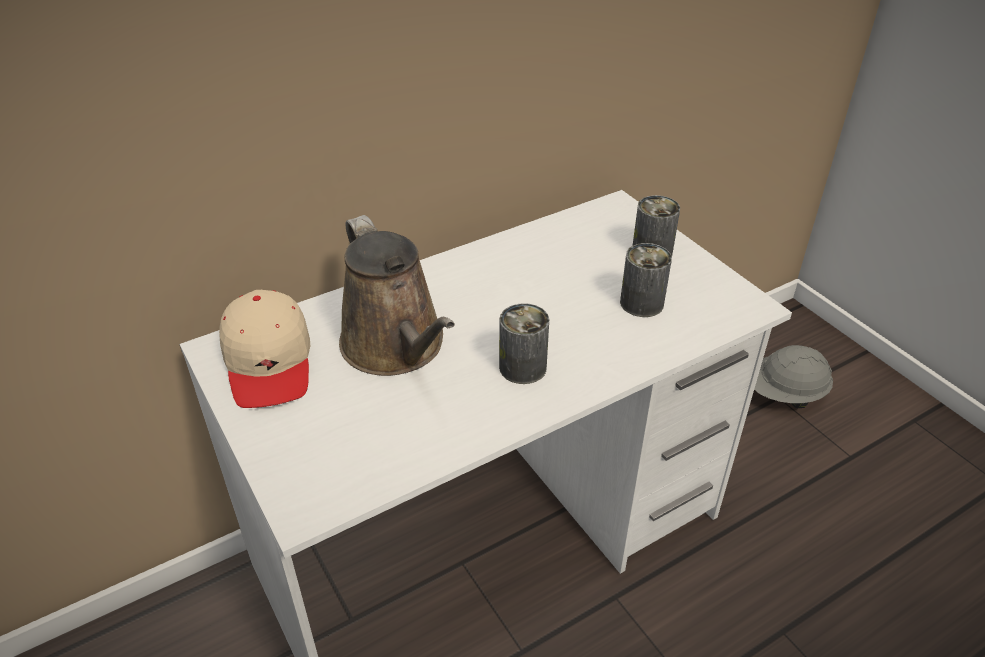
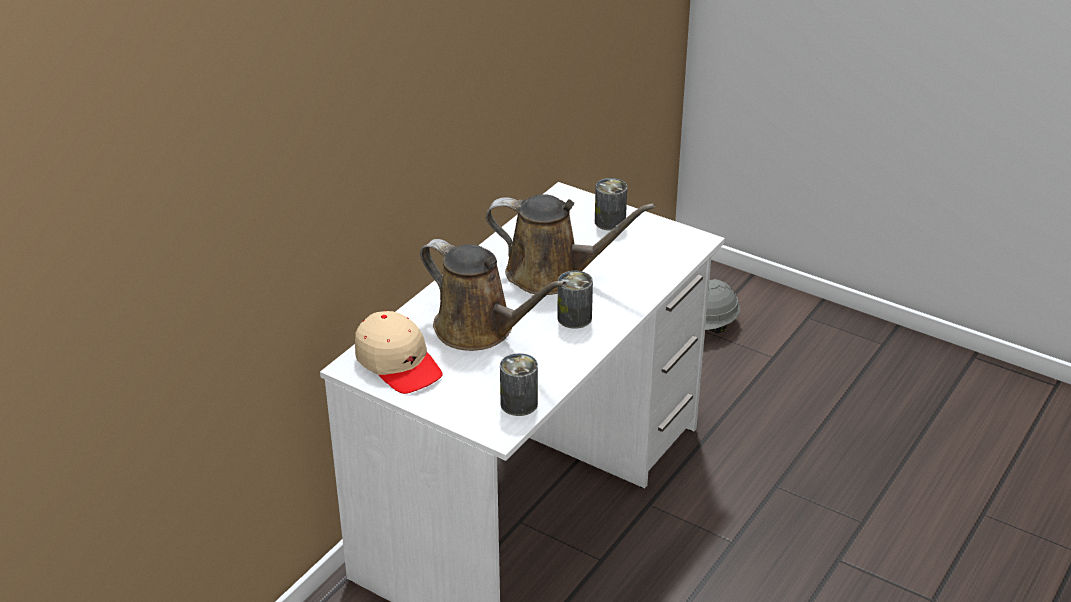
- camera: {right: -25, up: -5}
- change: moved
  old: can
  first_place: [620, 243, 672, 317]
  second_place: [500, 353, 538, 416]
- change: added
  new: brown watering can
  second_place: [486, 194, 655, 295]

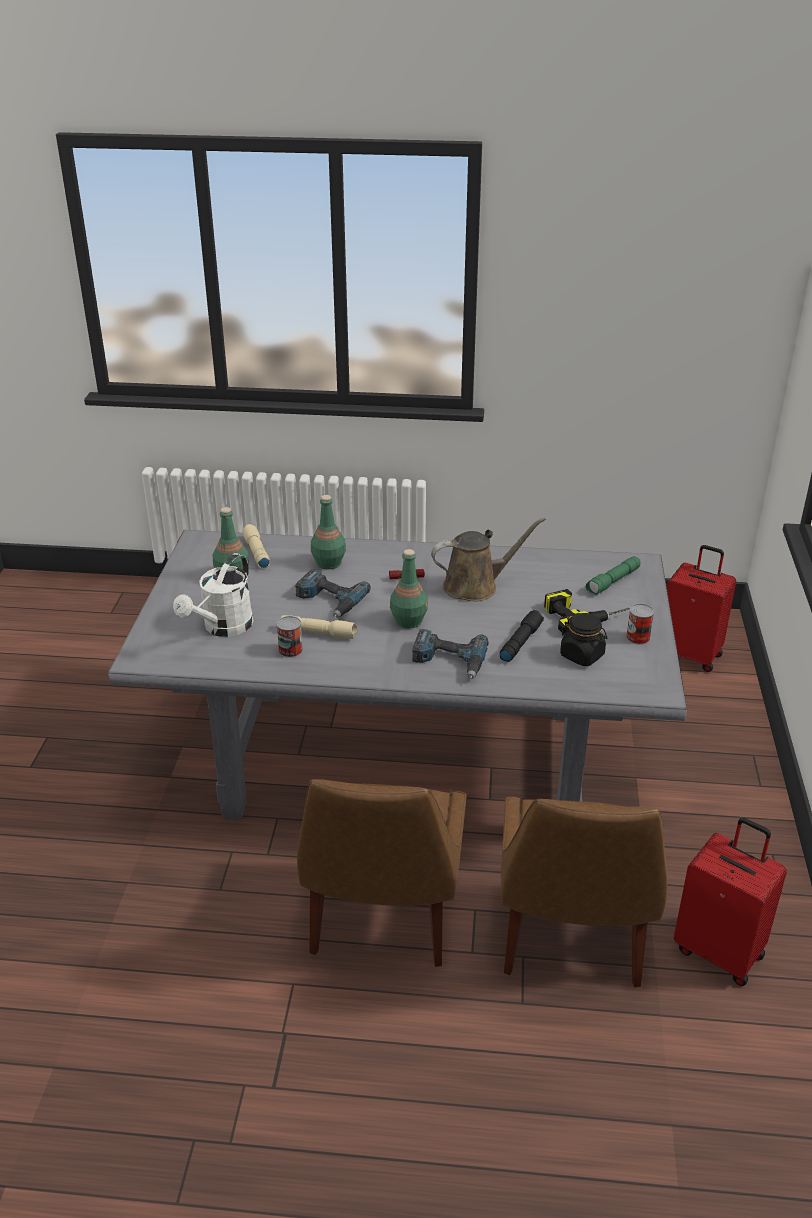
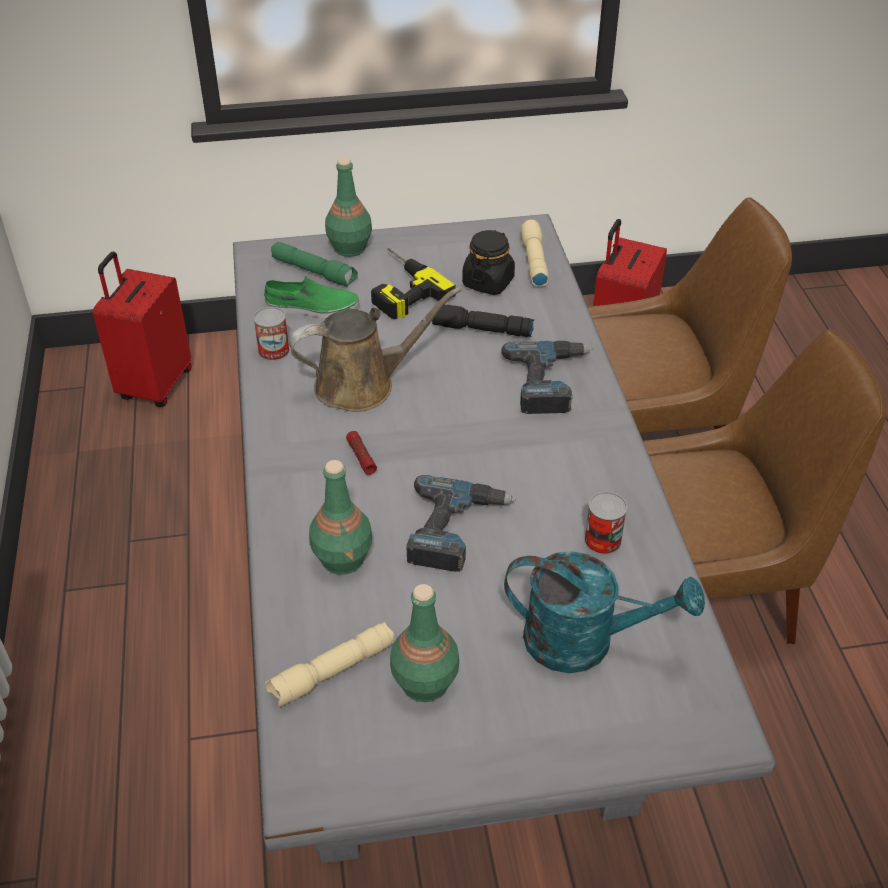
- camera: {right: -105, up: 10}
- change: turned
  old: brown watering can
  first_place: [431, 517, 546, 601]
  second_place: [289, 287, 461, 412]
  degrees: 105
- change: moved
  old: green bottle
  first_place: [390, 549, 428, 628]
  second_place: [325, 157, 372, 257]
- change: recoloured
  old: white watering can
  new: turquoise watering can
  first_place: [173, 553, 254, 637]
  second_place: [504, 551, 705, 673]
- change: moved
  old: can
  first_place: [626, 604, 654, 645]
  second_place: [253, 307, 290, 361]
- change: moved
  old: beige flashlight
  first_place: [281, 615, 357, 639]
  second_place: [521, 220, 549, 286]
- change: added
  new: green shoe
  second_place: [264, 276, 360, 318]

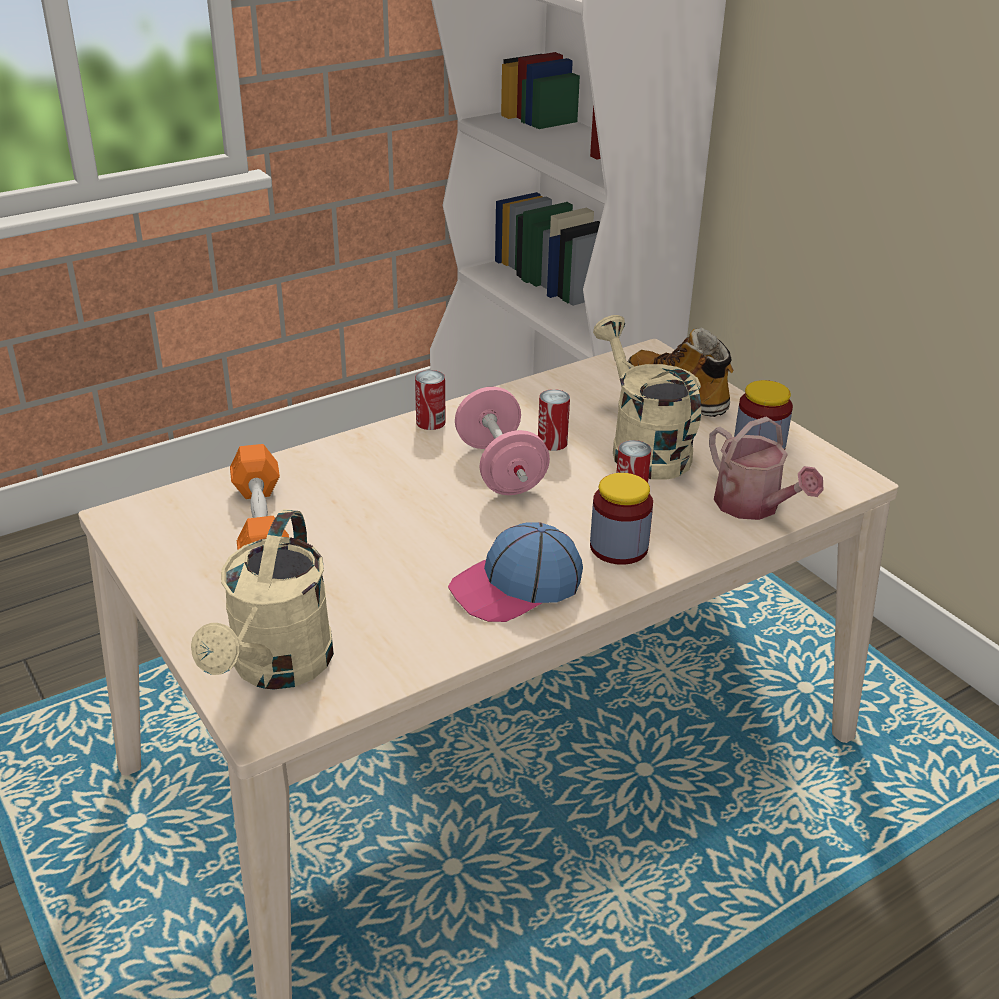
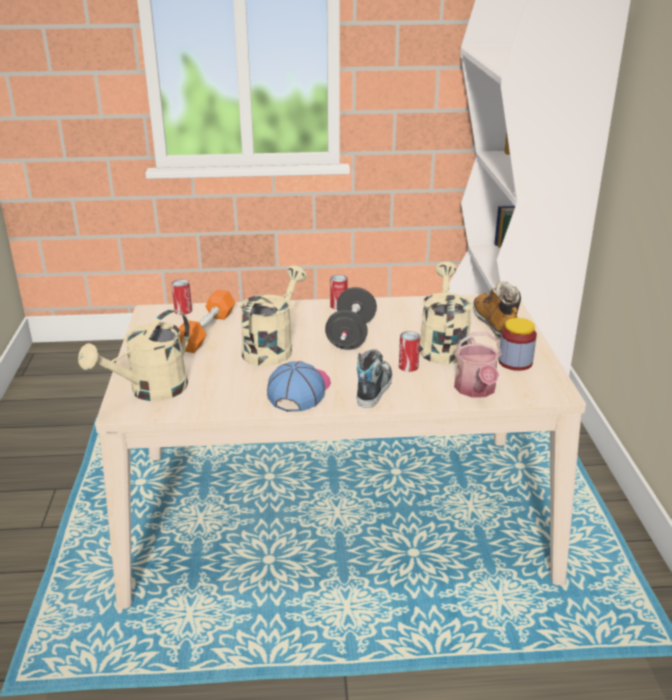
- camera: {right: 30, up: -5}
- change: recoloured
  old: pink dumbbell
  new: black dumbbell
  first_place: [455, 387, 550, 495]
  second_place: [325, 287, 377, 350]
- change: moved
  old: can
  first_place: [538, 389, 570, 451]
  second_place: [171, 279, 192, 315]
- change: replaced
  old: jar
  new: shoe
  first_place: [590, 473, 653, 565]
  second_place: [357, 349, 392, 408]
- change: turned
  old: cap
  first_place: [448, 522, 583, 622]
  second_place: [267, 361, 331, 412]
  degrees: 105
- change: added
  new: beige watering can
  second_place: [240, 265, 307, 366]

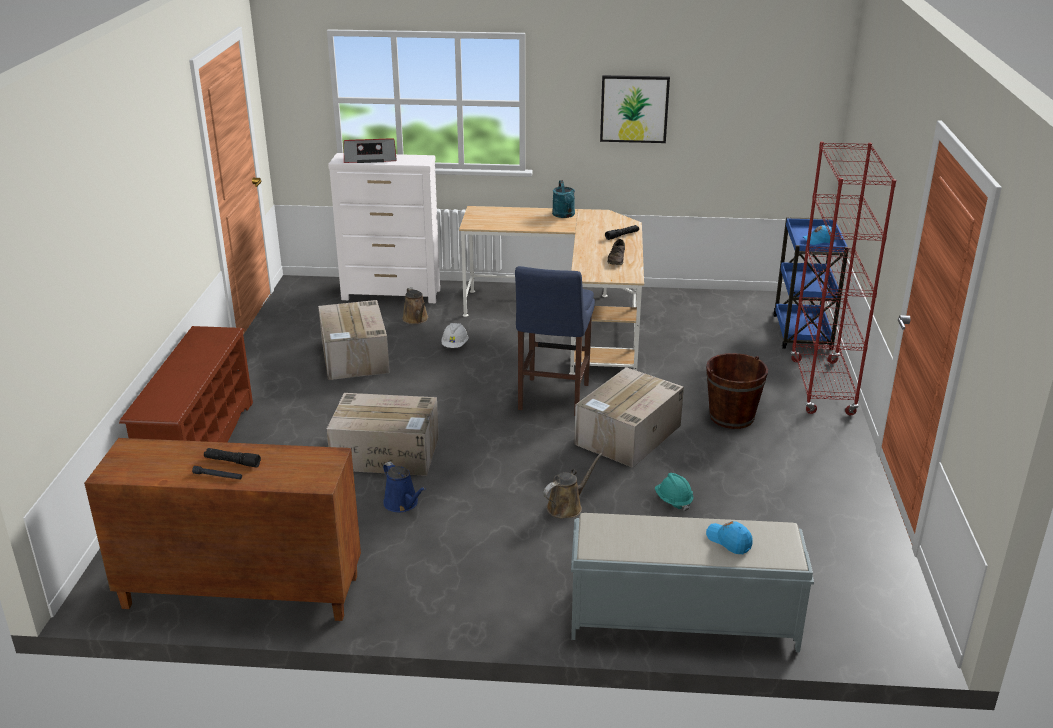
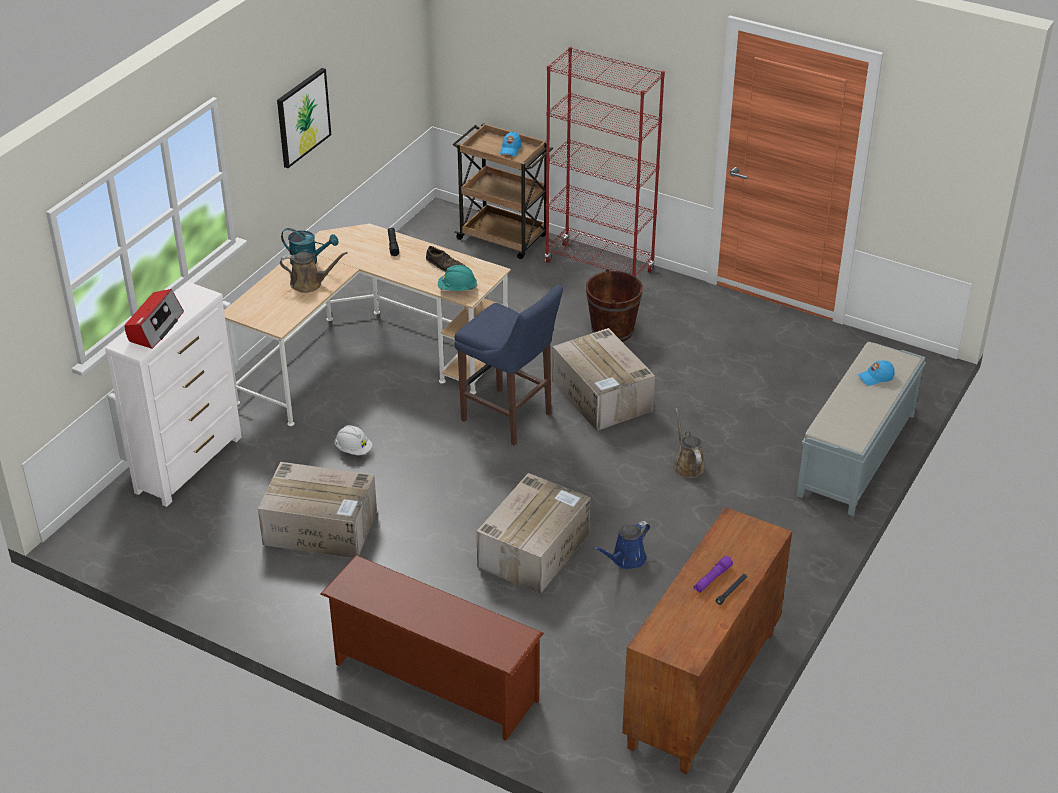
- camera: {right: -65, up: 10}
- change: recoloured
  old: blue cart
  new: brown cart
  first_place: [773, 217, 849, 350]
  second_place: [453, 123, 553, 259]
- change: moved
  old: brown watering can
  first_place: [402, 287, 428, 324]
  second_place: [280, 252, 348, 293]
- change: recoloured
  old: black flashlight
  new: purple flashlight
  first_place: [204, 448, 261, 468]
  second_place: [693, 556, 733, 593]
- change: turned
  old: blue watering can
  first_place: [383, 462, 426, 512]
  second_place: [594, 521, 650, 569]
  degrees: 150
- change: moved
  old: turquoise hard hat
  first_place: [655, 473, 693, 511]
  second_place: [438, 265, 477, 291]

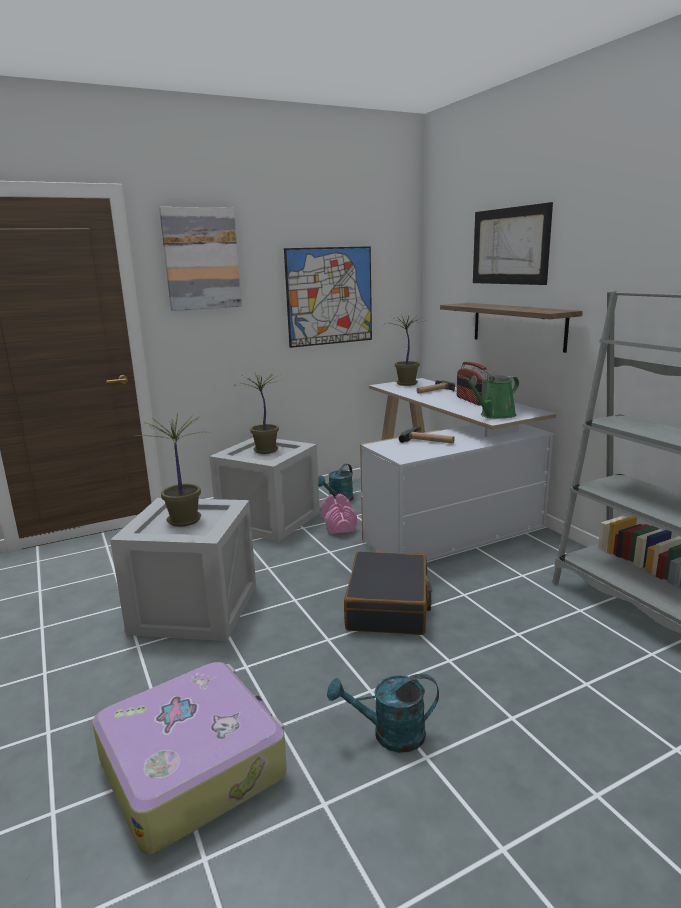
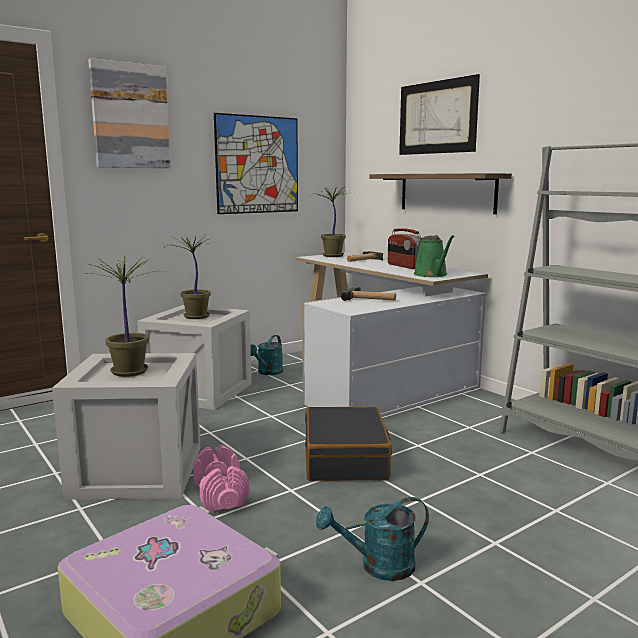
- camera: {right: -10, up: -5}
- change: turned
  old: green watering can
  first_place: [463, 375, 519, 419]
  second_place: [414, 235, 454, 277]
  degrees: -60
- change: moved
  old: pink dumbbell
  first_place: [321, 494, 357, 534]
  second_place: [193, 445, 249, 512]

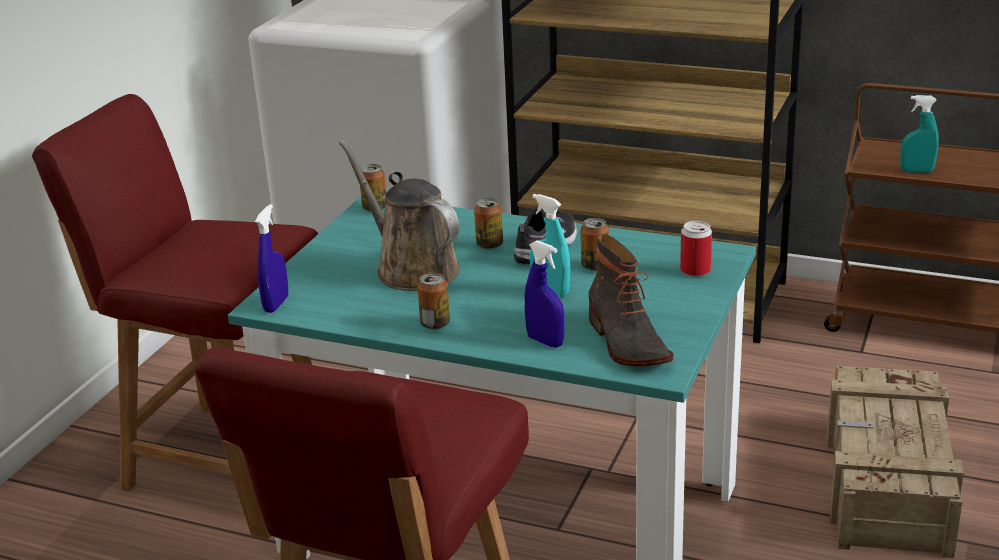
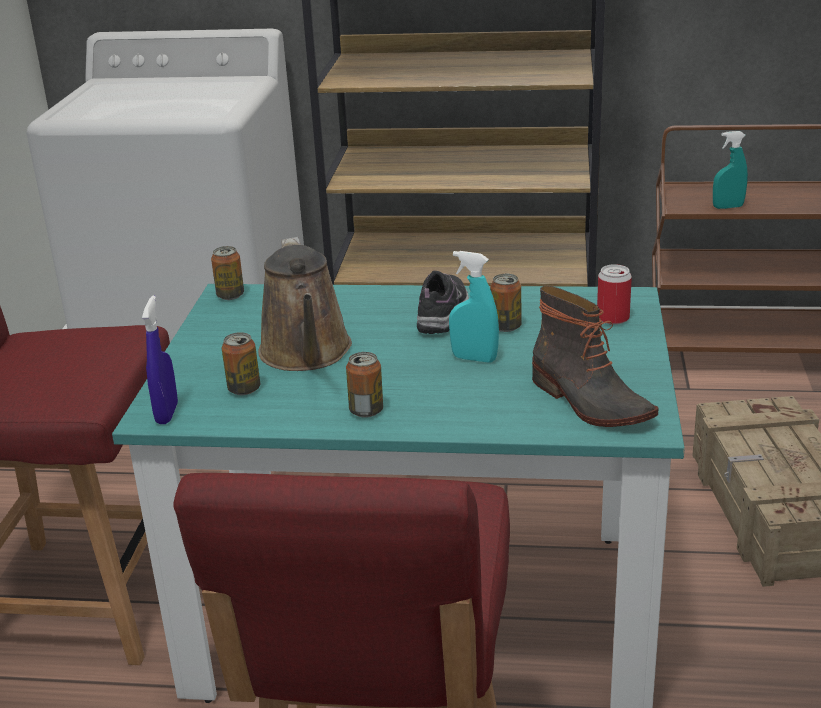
- camera: {right: -15, up: 0}
- change: turned
  old: brown watering can
  first_place: [339, 140, 460, 291]
  second_place: [258, 237, 352, 371]
  degrees: -135
- change: moved
  old: can
  first_place: [474, 198, 503, 249]
  second_place: [222, 332, 260, 395]
- change: removed
  old: blue spray bottle
  first_place: [525, 240, 565, 348]

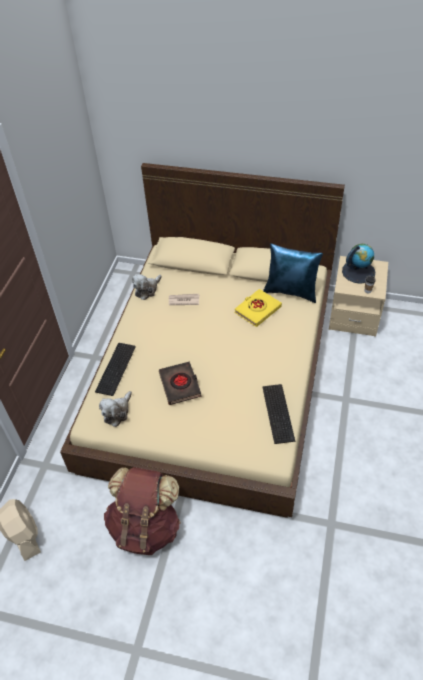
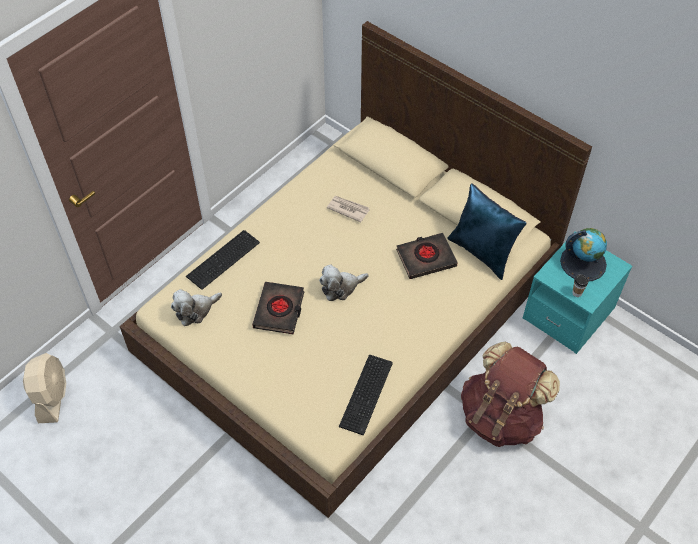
- camera: {right: 25, up: 5}
- change: recoloured
  old: beige nightstand
  new: turquoise nightstand
  first_place: [329, 256, 388, 337]
  second_place: [523, 232, 632, 354]
- change: moved
  old: plush toy
  first_place: [132, 274, 162, 300]
  second_place: [319, 264, 369, 301]
- change: recoloured
  old: yellow book
  new: black book
  first_place: [234, 289, 282, 327]
  second_place: [396, 233, 458, 279]
- change: moved
  old: brown backpack
  first_place: [104, 467, 181, 555]
  second_place: [461, 342, 560, 447]

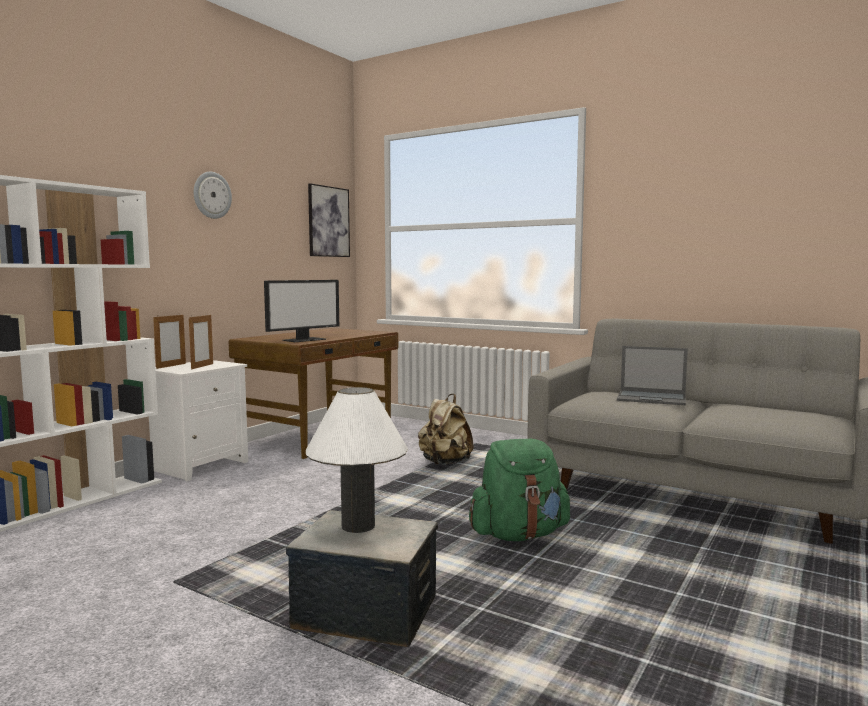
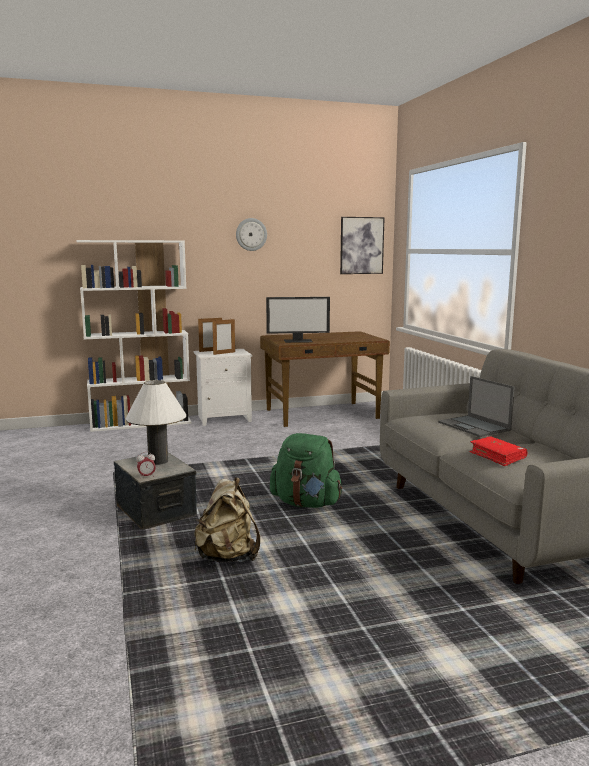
- camera: {right: 40, up: 5}
- change: moved
  old: beige backpack
  first_place: [418, 394, 473, 465]
  second_place: [194, 477, 260, 562]
- change: added
  new: red book
  second_place: [470, 436, 527, 466]
- change: added
  new: alarm clock
  second_place: [137, 452, 156, 479]

